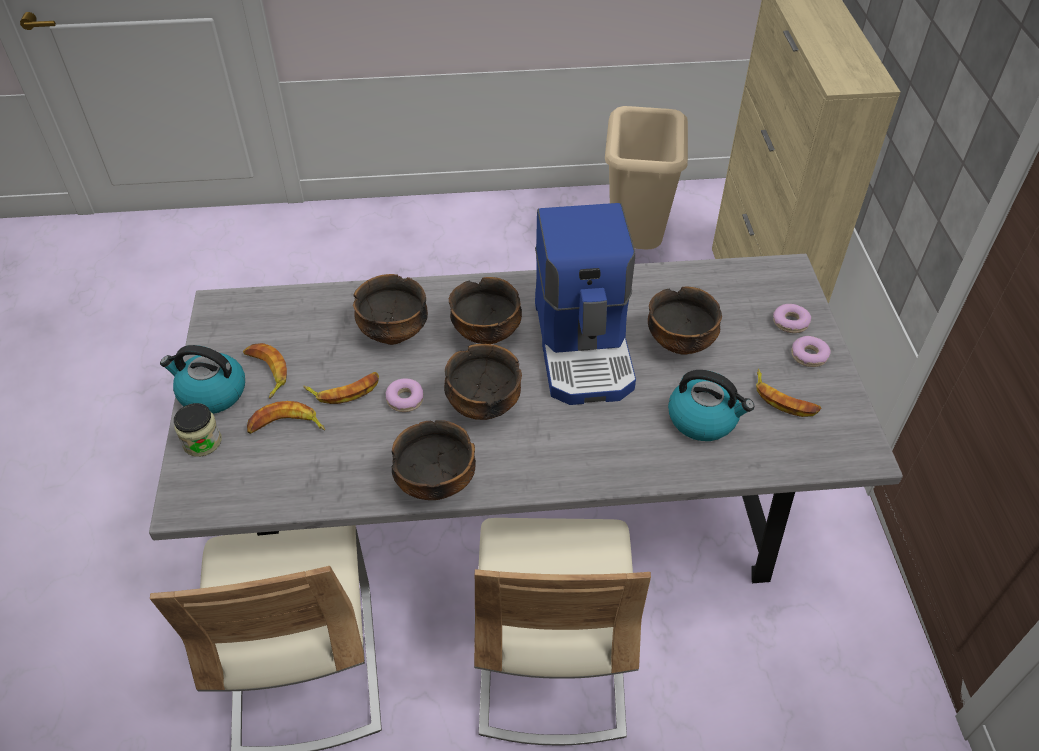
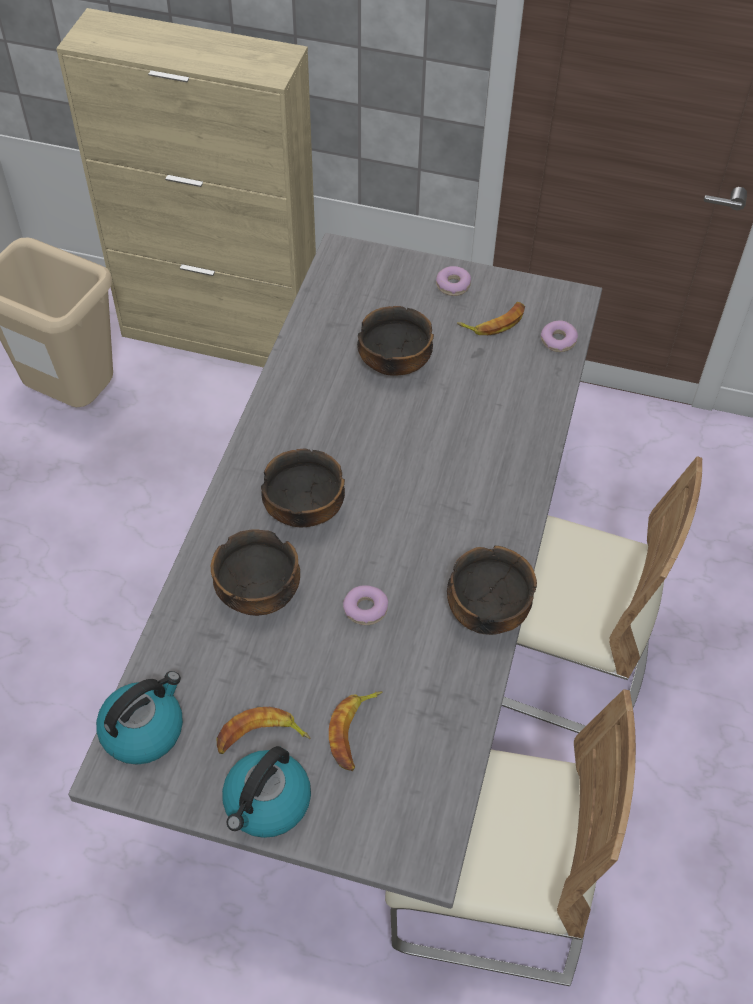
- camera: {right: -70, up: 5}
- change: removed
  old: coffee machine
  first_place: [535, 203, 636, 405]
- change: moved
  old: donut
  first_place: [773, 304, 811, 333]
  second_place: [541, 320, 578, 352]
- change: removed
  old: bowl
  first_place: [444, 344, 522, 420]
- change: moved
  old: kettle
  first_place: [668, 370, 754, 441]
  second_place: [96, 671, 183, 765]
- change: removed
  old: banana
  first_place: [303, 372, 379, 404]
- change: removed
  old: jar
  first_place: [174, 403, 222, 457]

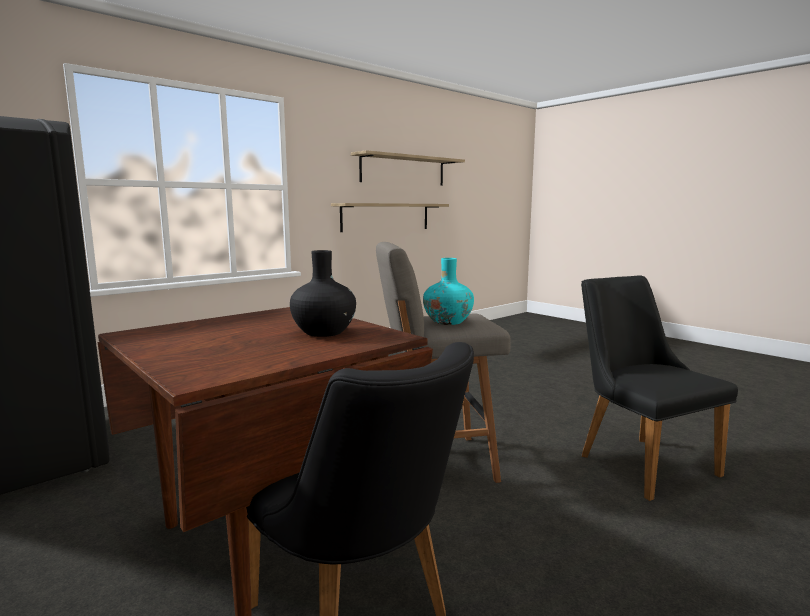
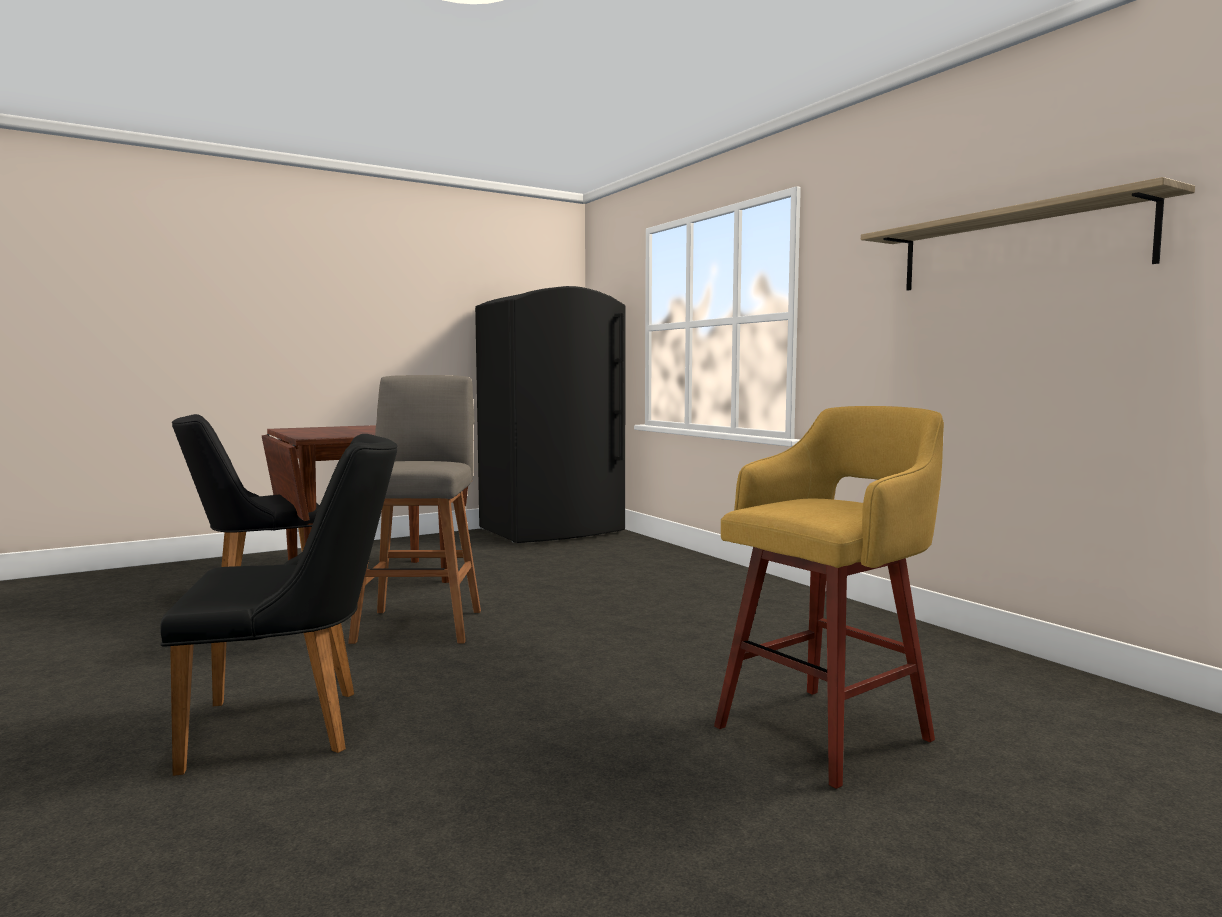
- camera: {right: 100, up: -5}
- change: removed
  old: shelf
  first_place: [331, 203, 449, 232]
- change: removed
  old: black vase
  first_place: [290, 250, 356, 337]
- change: removed
  old: turquoise vase
  first_place: [423, 258, 474, 325]
- change: added
  new: yellow stool
  second_place: [714, 406, 944, 789]

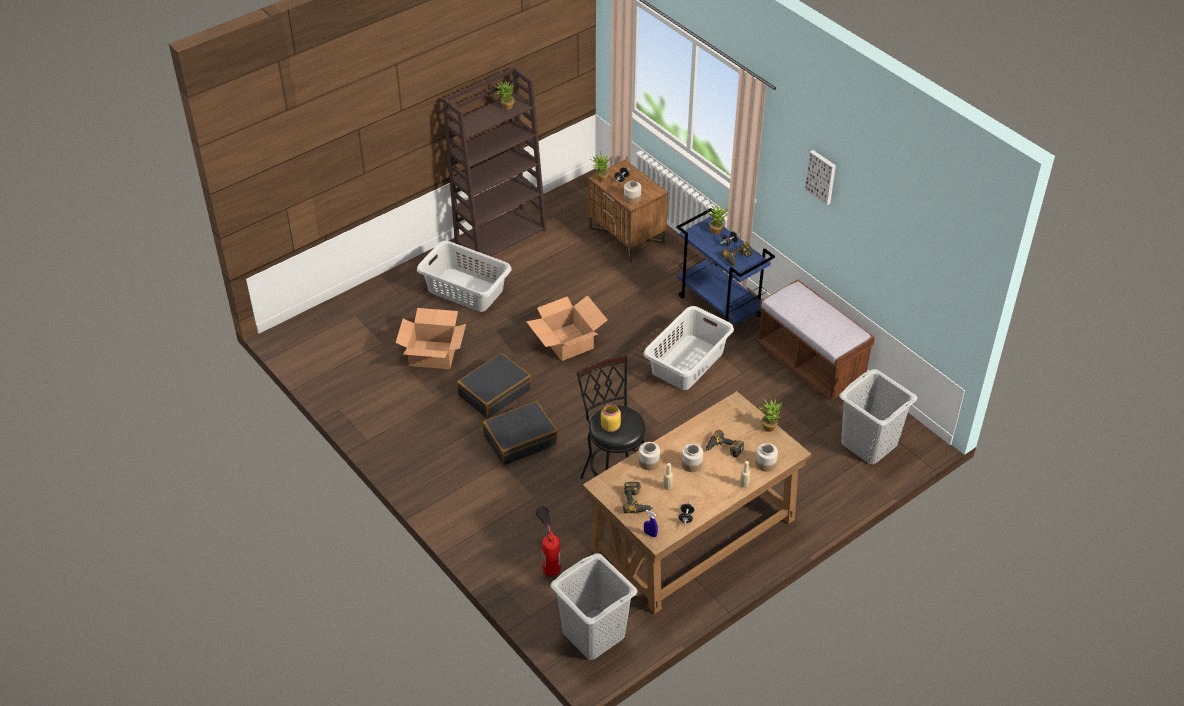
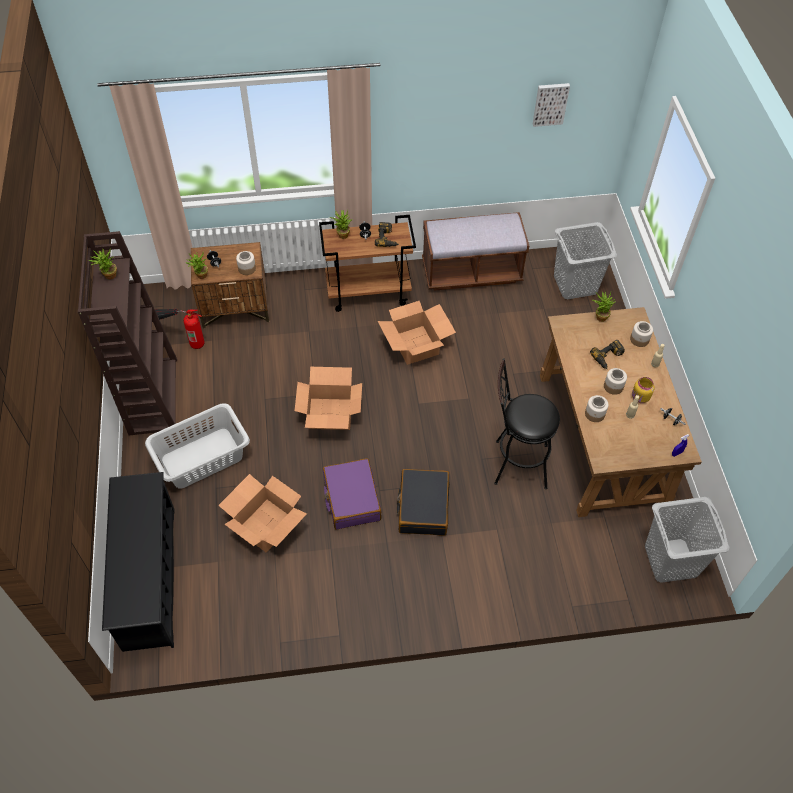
- camera: {right: -60, up: 10}
- change: moved
  old: picture
  first_place: [805, 150, 836, 205]
  second_place: [533, 83, 570, 127]
- change: recoloured
  old: blue cart
  new: brown cart
  first_place: [677, 208, 775, 325]
  second_place: [319, 215, 416, 312]
- change: replaced
  old: grey laundry basket
  new: cardboard box
  first_place: [643, 306, 734, 390]
  second_place: [378, 301, 456, 365]
- change: recoloured
  old: black suitcase
  new: purple suitcase
  first_place: [457, 353, 531, 419]
  second_place: [323, 458, 382, 530]
- change: moved
  old: yellow jar
  first_place: [601, 404, 621, 432]
  second_place: [632, 377, 655, 403]
- change: removed
  old: power drill
  first_place: [623, 482, 653, 514]
- change: moved
  old: fire extinguisher
  first_place: [536, 506, 561, 577]
  second_place: [155, 309, 204, 349]
- change: added
  new: black shoe rack
  second_place: [102, 472, 175, 652]

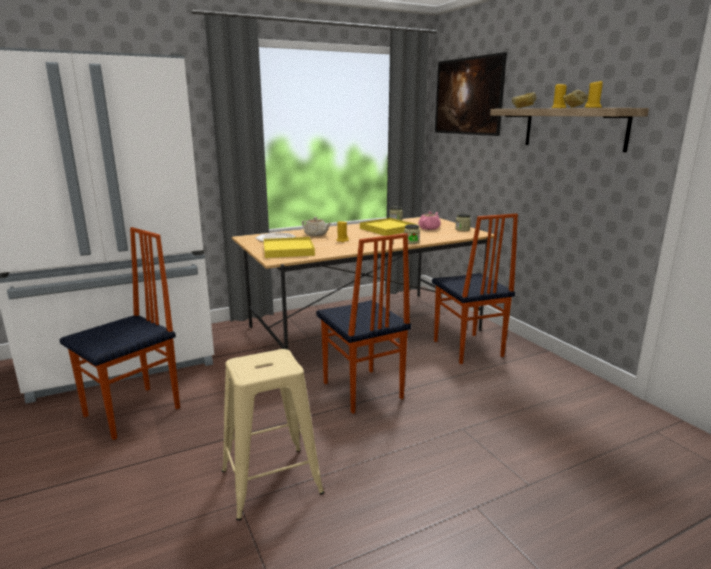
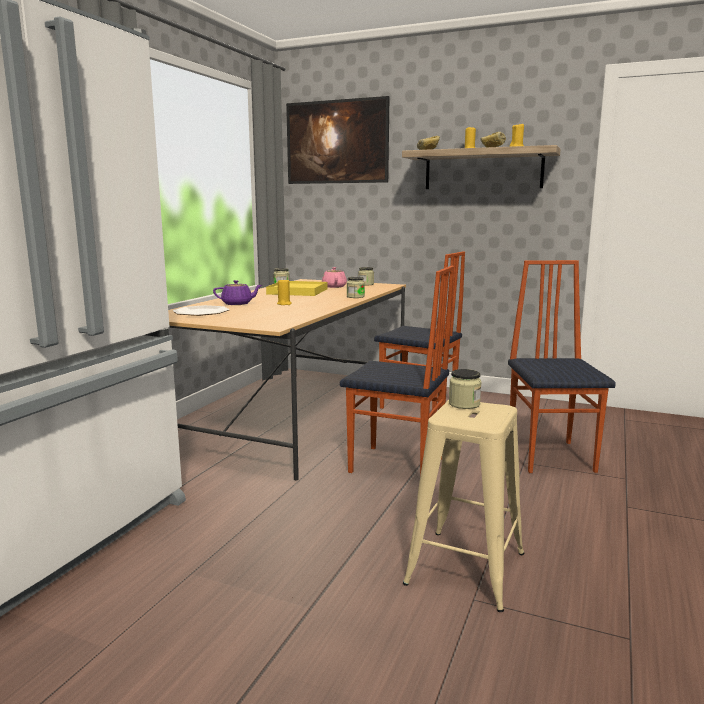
- camera: {right: -40, up: -5}
- change: recoloured
  old: beige teapot
  new: purple teapot
  first_place: [302, 217, 331, 236]
  second_place: [213, 280, 262, 305]
- change: moved
  old: chair
  first_place: [60, 227, 180, 440]
  second_place: [508, 260, 616, 473]
- change: removed
  old: yellow tray
  first_place: [264, 237, 315, 258]
- change: added
  new: jar
  second_place: [449, 369, 482, 409]

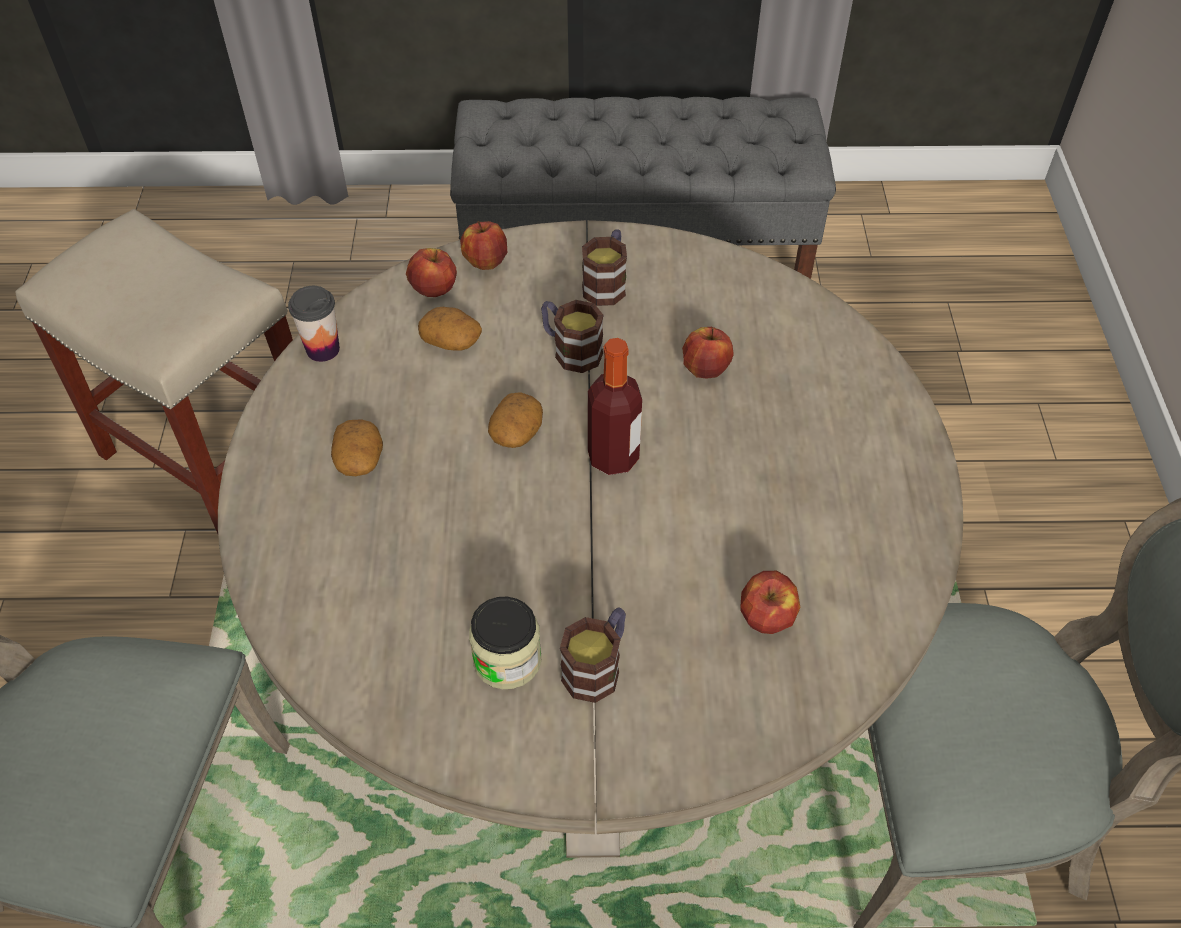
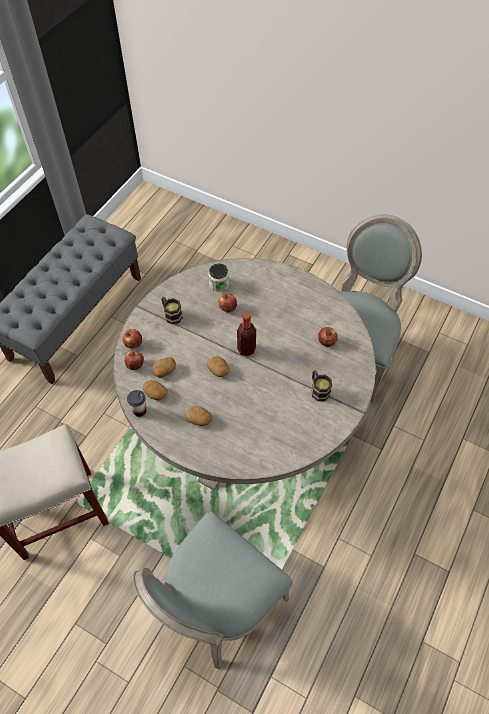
- camera: {right: -60, up: 5}
- change: removed
  old: mug
  first_place: [541, 300, 603, 373]
- change: moved
  old: jar
  first_place: [469, 597, 541, 689]
  second_place: [208, 263, 229, 292]
- change: added
  new: potato
  second_place: [142, 380, 167, 400]

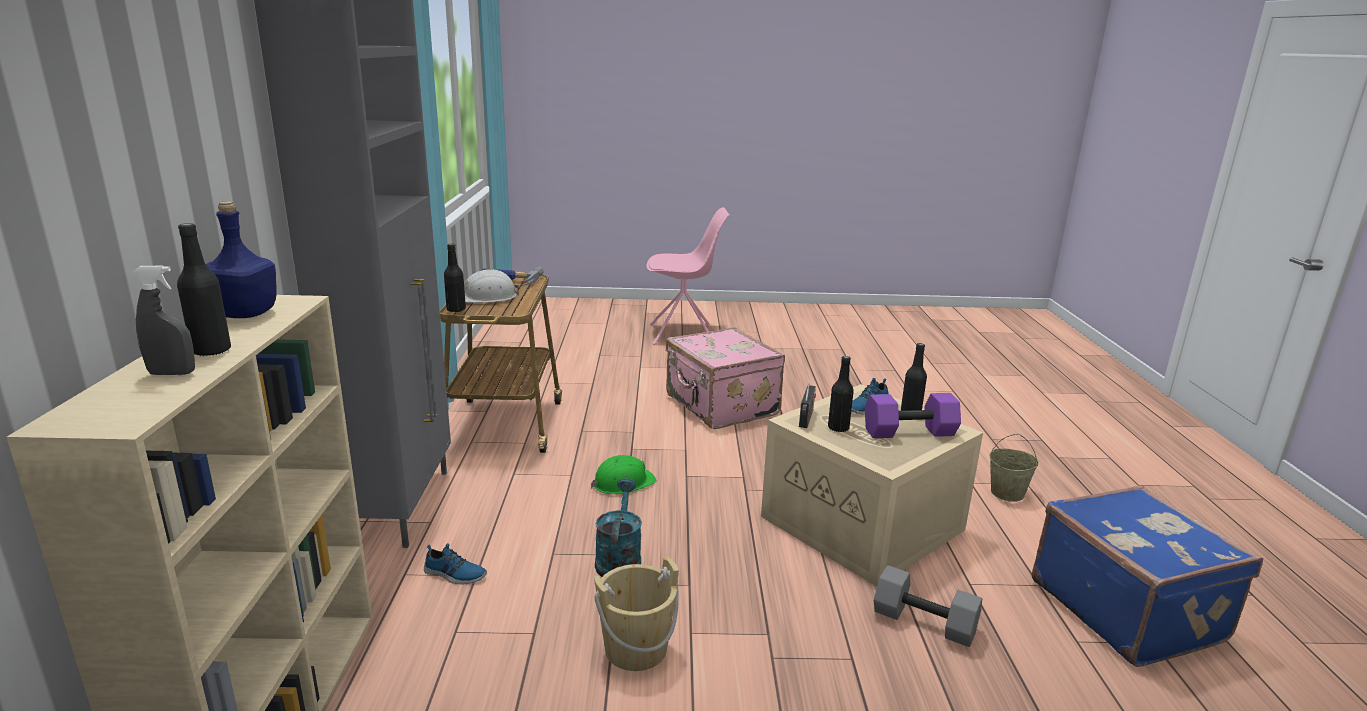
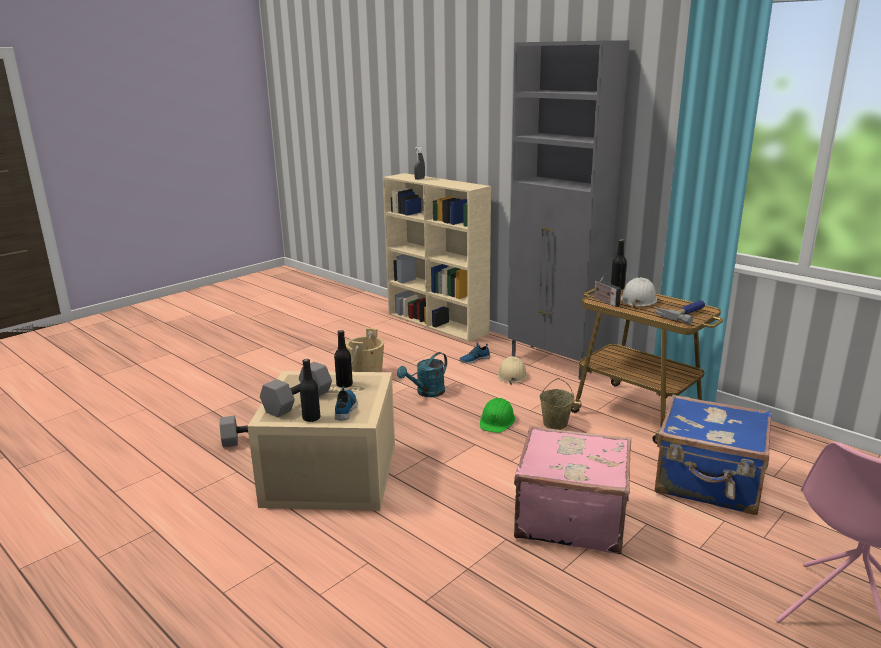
- camera: {right: 135, up: 0}
- change: removed
  old: blue bottle
  first_place: [206, 201, 277, 318]
- change: removed
  old: black bottle
  first_place: [177, 223, 231, 356]
- change: moved
  old: radio
  first_place: [799, 383, 816, 428]
  second_place: [594, 273, 621, 307]
- change: recoloured
  old: purple dumbbell
  new: grey dumbbell
  first_place: [865, 393, 961, 438]
  second_place: [260, 362, 332, 417]
- change: moved
  old: beige bucket
  first_place: [989, 434, 1039, 502]
  second_place: [539, 378, 574, 430]
- change: turned
  old: turquoise watering can
  first_place: [595, 478, 642, 577]
  second_place: [397, 352, 447, 397]
  degrees: 90
- change: moved
  old: blue suitcase
  first_place: [1032, 485, 1263, 667]
  second_place: [655, 394, 772, 515]
- change: added
  new: beige hard hat
  second_place: [497, 356, 528, 385]

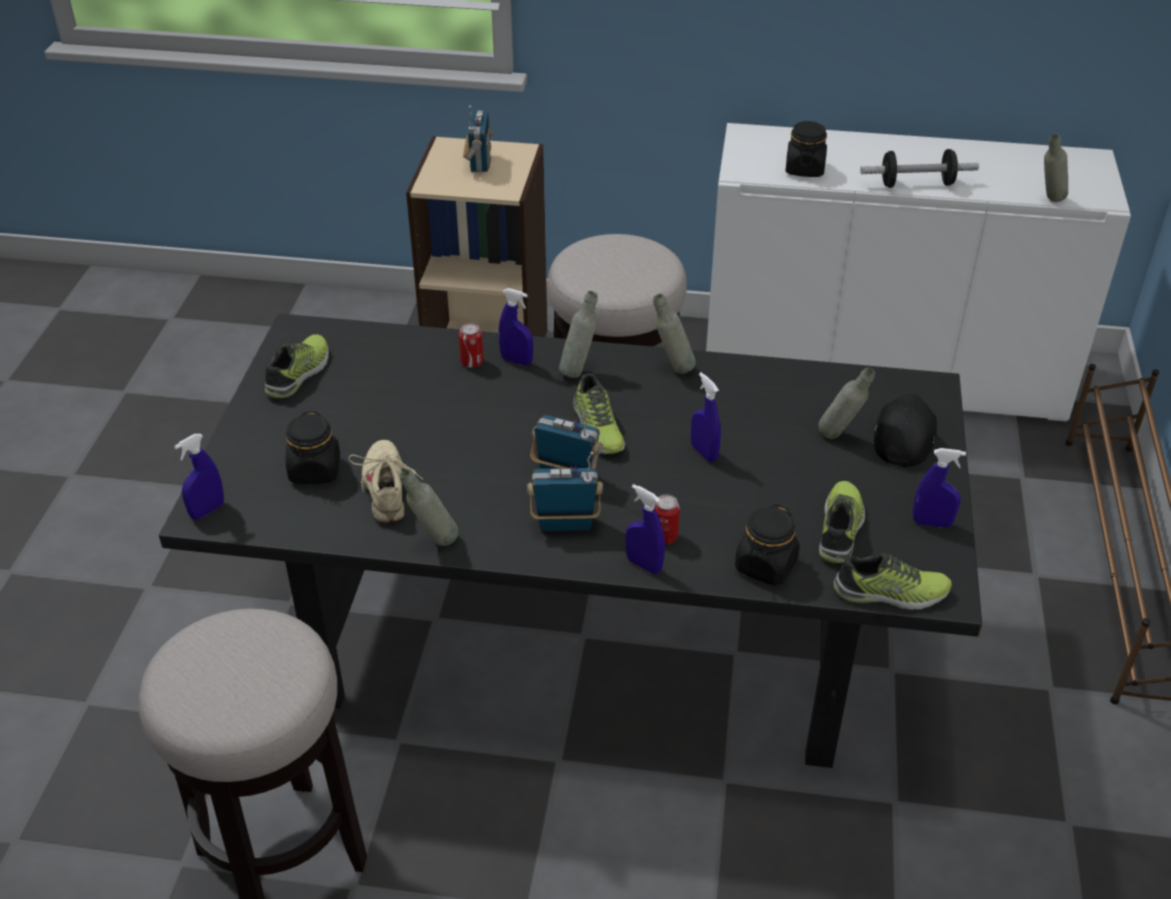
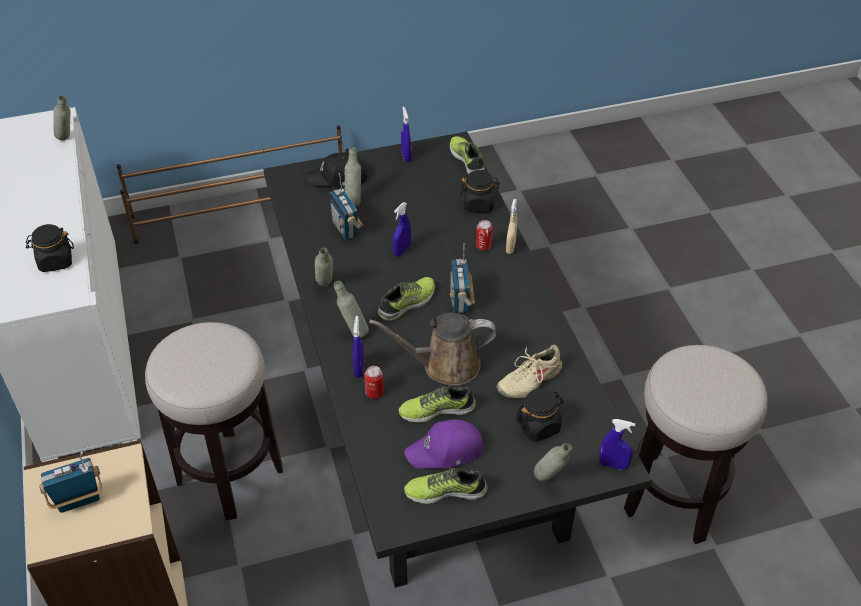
- camera: {right: -115, up: 5}
- change: removed
  old: dumbbell
  first_place: [860, 149, 979, 188]
- change: moved
  old: radio
  first_place: [527, 452, 603, 531]
  second_place: [330, 173, 363, 240]
- change: moved
  old: grey bottle
  first_place: [400, 469, 459, 546]
  second_place: [534, 443, 572, 482]
- change: moved
  old: shoe
  first_place: [819, 481, 865, 564]
  second_place: [399, 386, 476, 423]
- change: recoloured
  old: blue spray bottle
  new: beige spray bottle
  first_place: [625, 484, 665, 574]
  second_place: [506, 199, 517, 254]
- change: added
  new: brown watering can
  second_place: [369, 313, 496, 386]
- change: added
  new: purple cap
  second_place: [404, 419, 483, 469]

